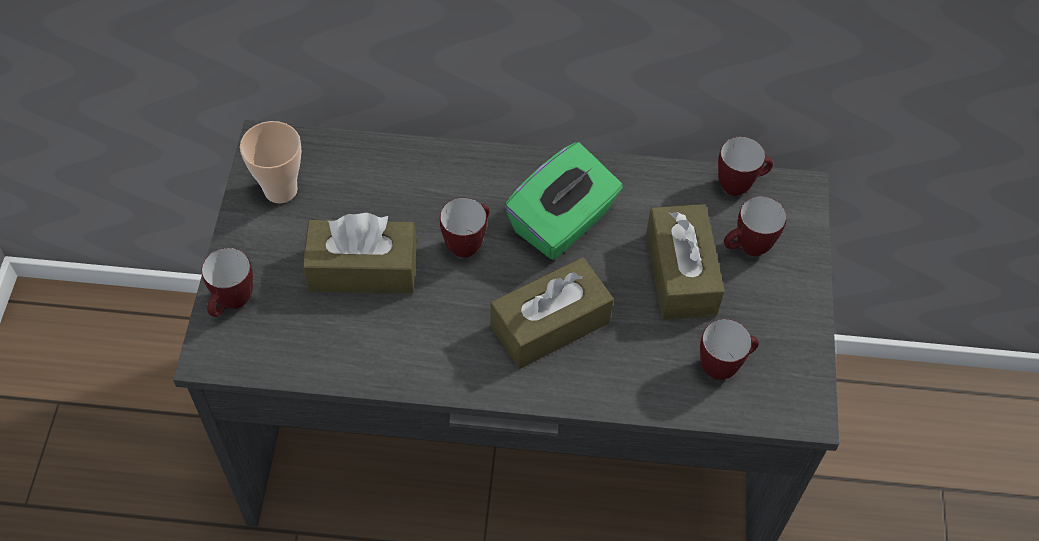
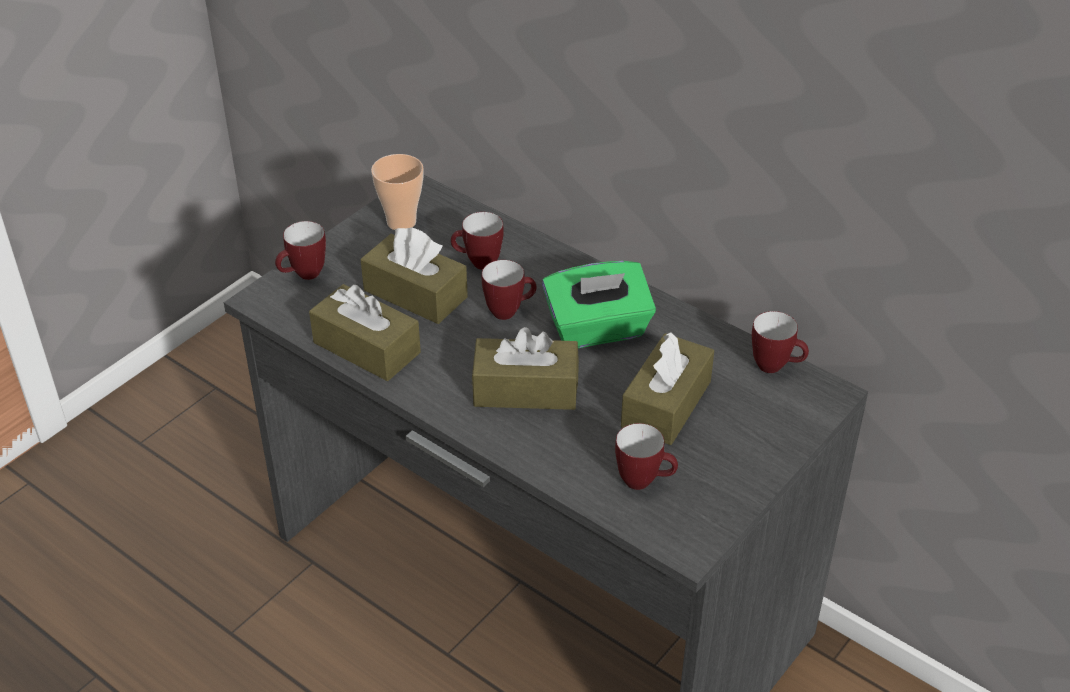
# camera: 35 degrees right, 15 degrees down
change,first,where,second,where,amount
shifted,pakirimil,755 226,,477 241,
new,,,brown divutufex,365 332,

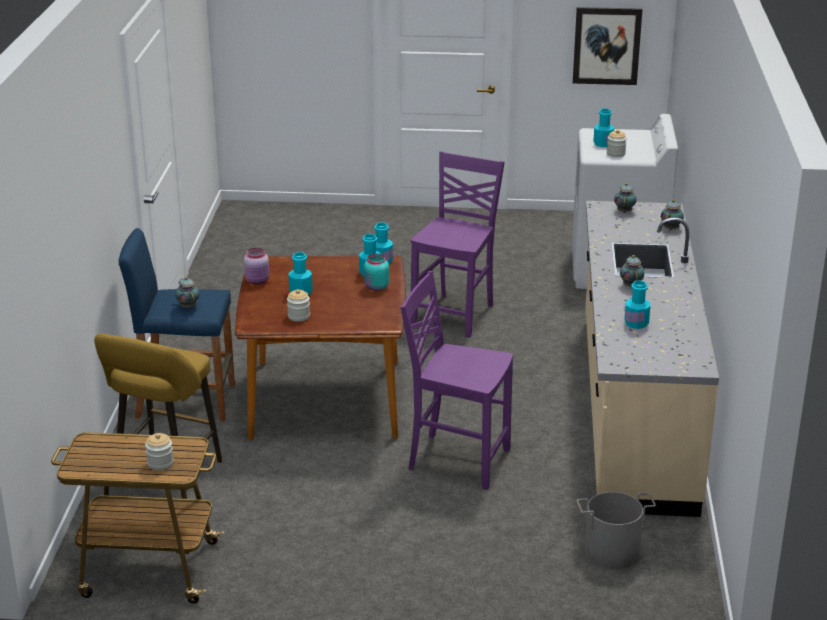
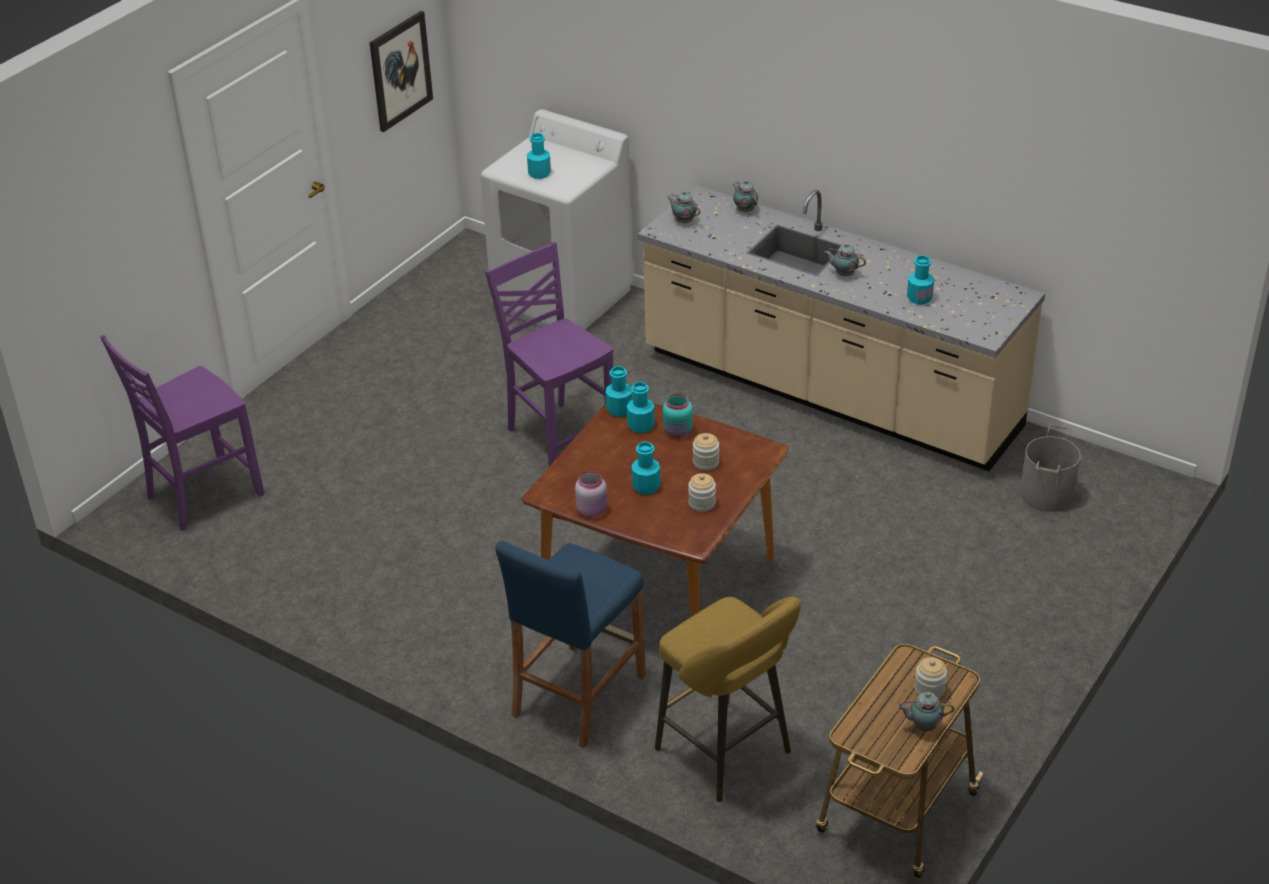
# camera: 60 degrees left, 10 degrees up
change,first,where,second,where,amount
shifted,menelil,617 143,,706 452,
shifted,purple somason,456 380,,182 433,
shifted,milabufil,187 293,,925 711,

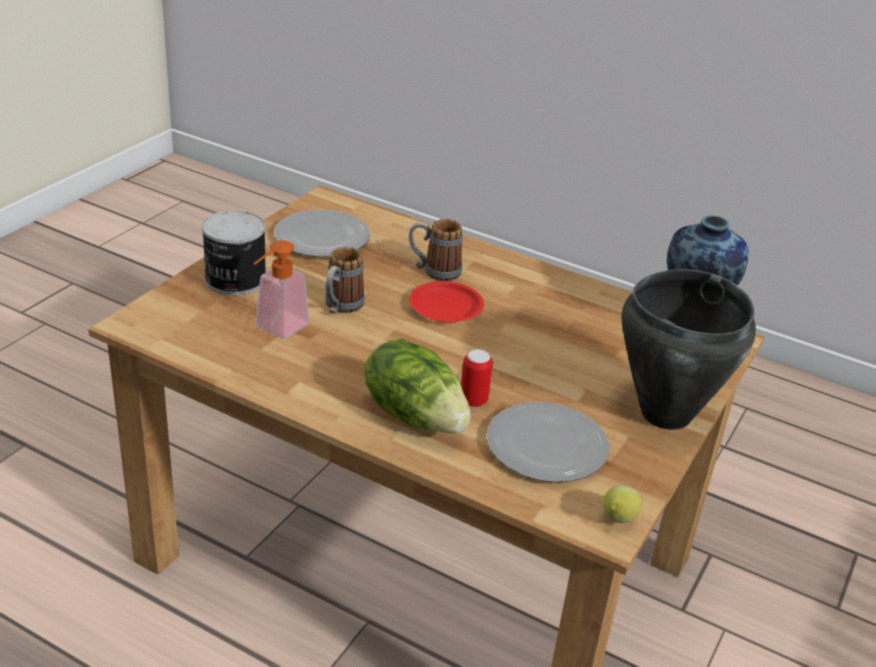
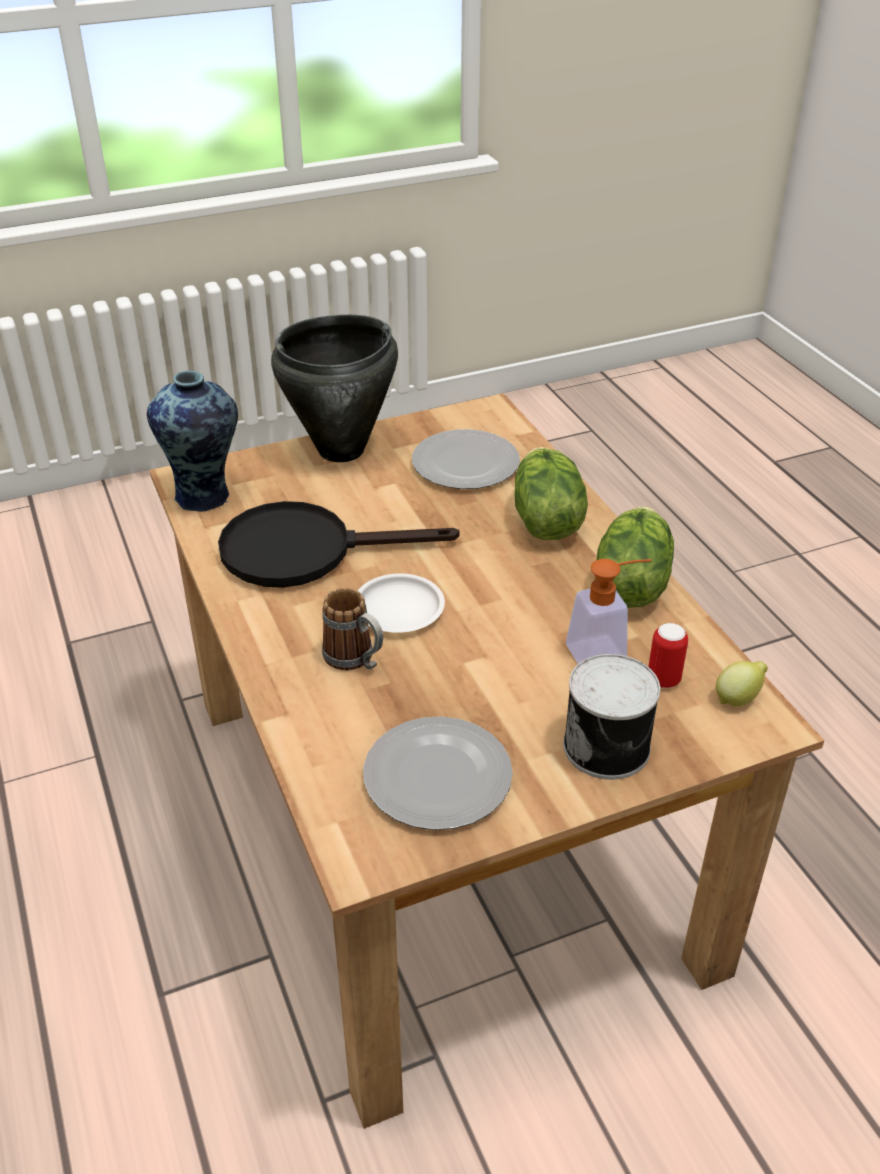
# camera: 140 degrees left, 5 degrees up
change,first,where,second,where,amount
gone,pakirimil,345 280,,,
repainted,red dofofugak,446 301,white dofofugak,401 603,
shifted,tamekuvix,477 378,,668 655,
shifted,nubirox,622 504,,742 683,
new,,,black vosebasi,339 544,
new,,,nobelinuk,634 557,

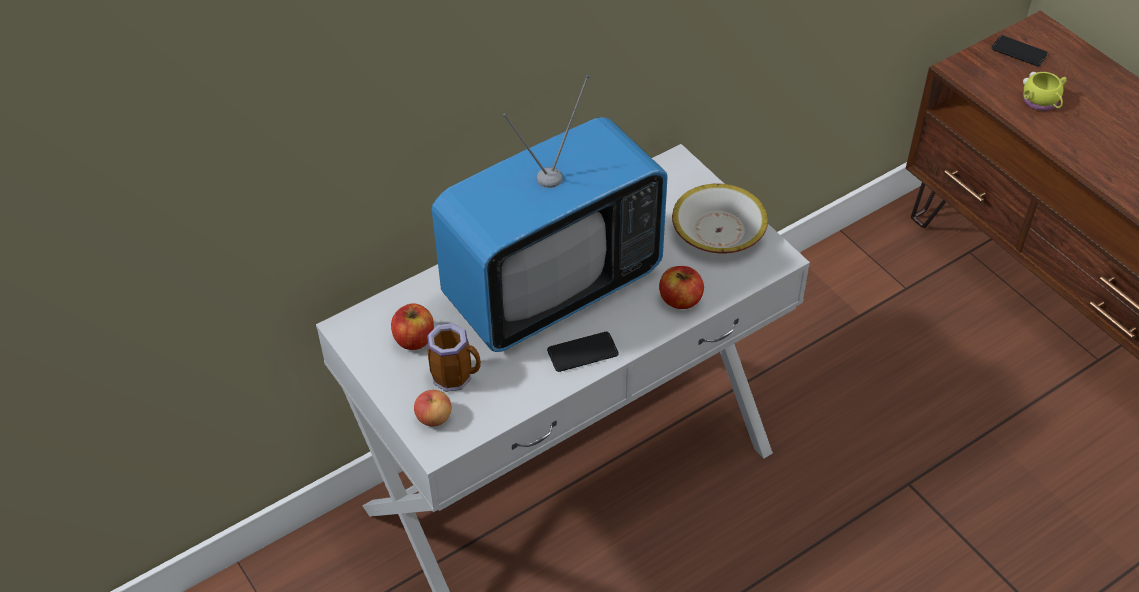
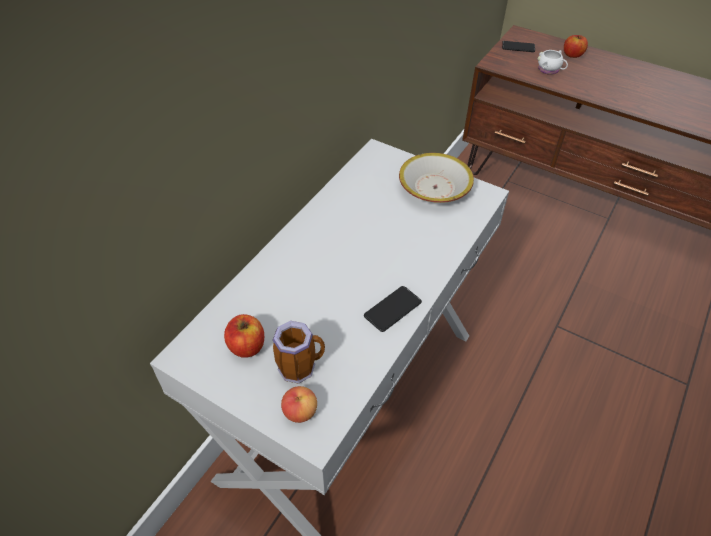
# camera: 25 degrees left, 0 degrees up
change,first,where,second,where,amount
repainted,yellow pakirimil,1044 91,white pakirimil,552 62,
gone,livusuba,550 213,,,
shifted,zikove,681 287,,576 46,

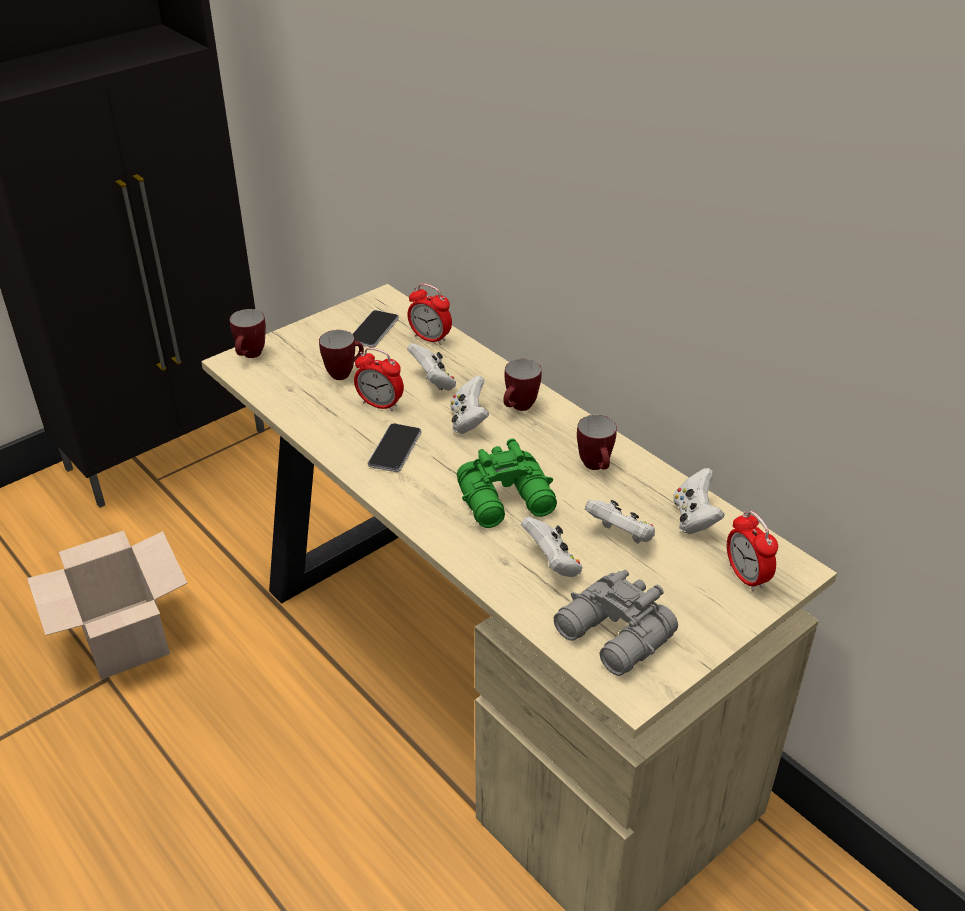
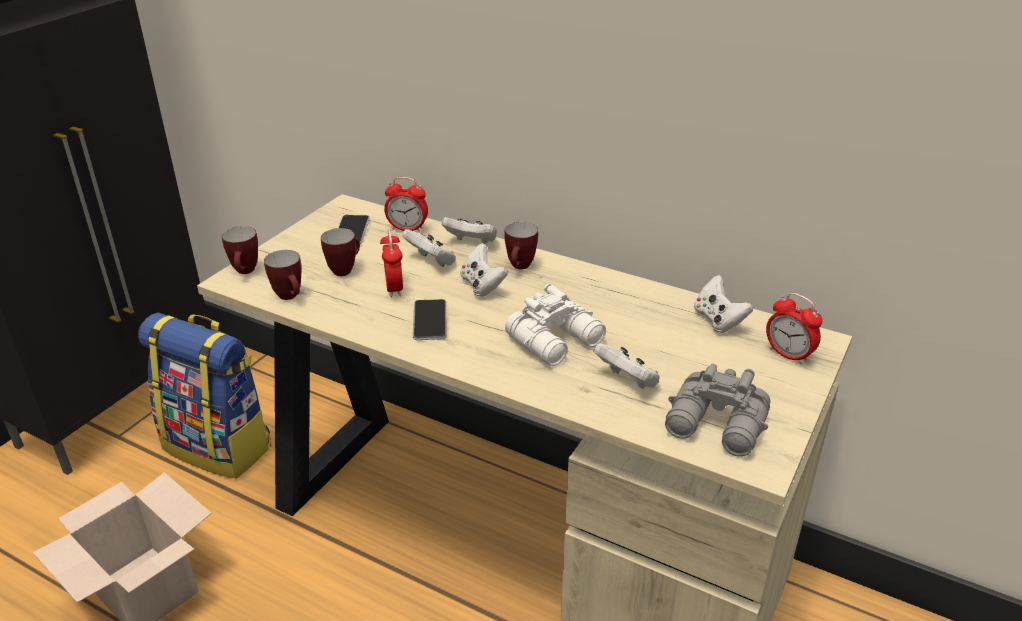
# camera: 20 degrees left, 5 degrees down
change,first,where,second,where,amount
rotated,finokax,379 379,,391 263,75 degrees clockwise
shifted,pakirimil,597 442,,283 275,
repainted,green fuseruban,507 483,white fuseruban,555 324,
shifted,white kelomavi,620 522,,469 230,
new,,,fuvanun,204 396,

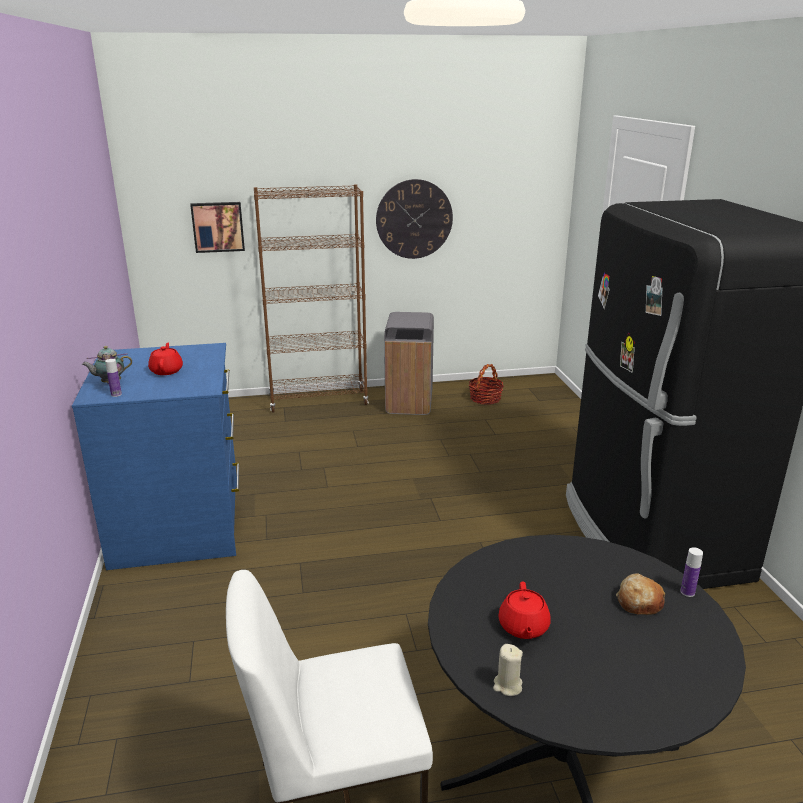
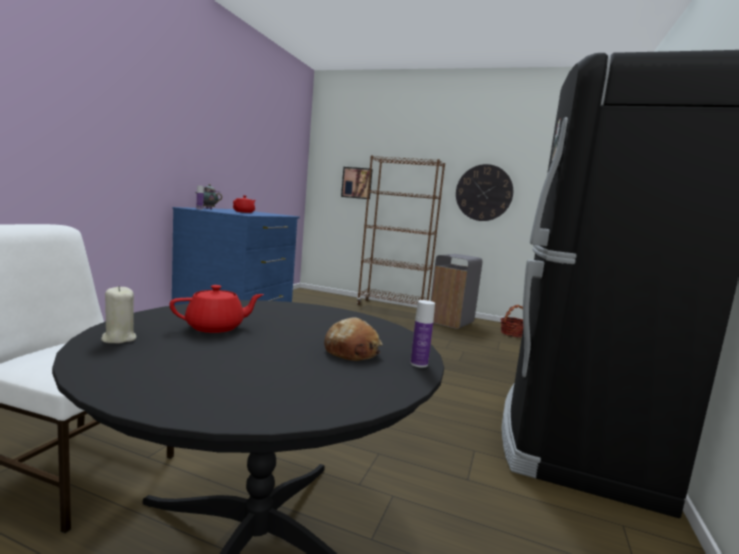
# camera: 30 degrees right, 15 degrees down
change,first,where,second,where,amount
rotated,red milabufil,524 610,,216 309,150 degrees counterclockwise

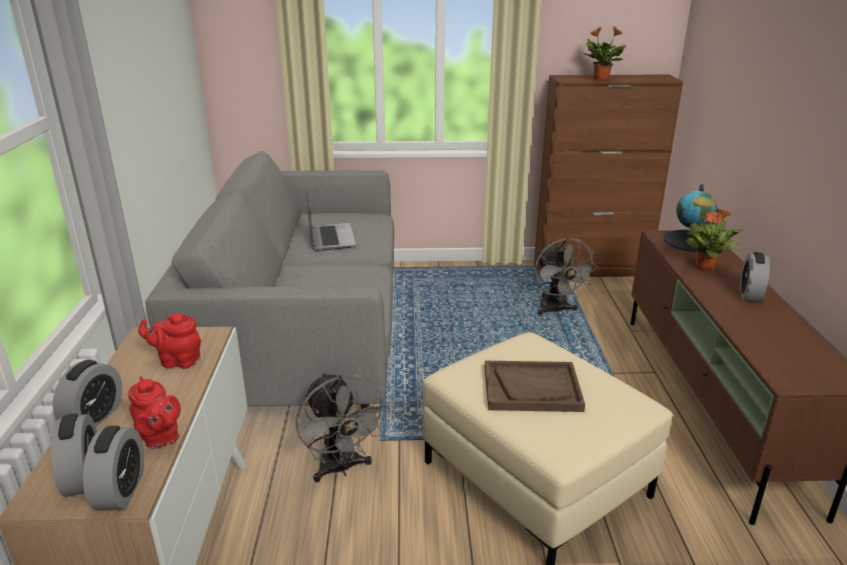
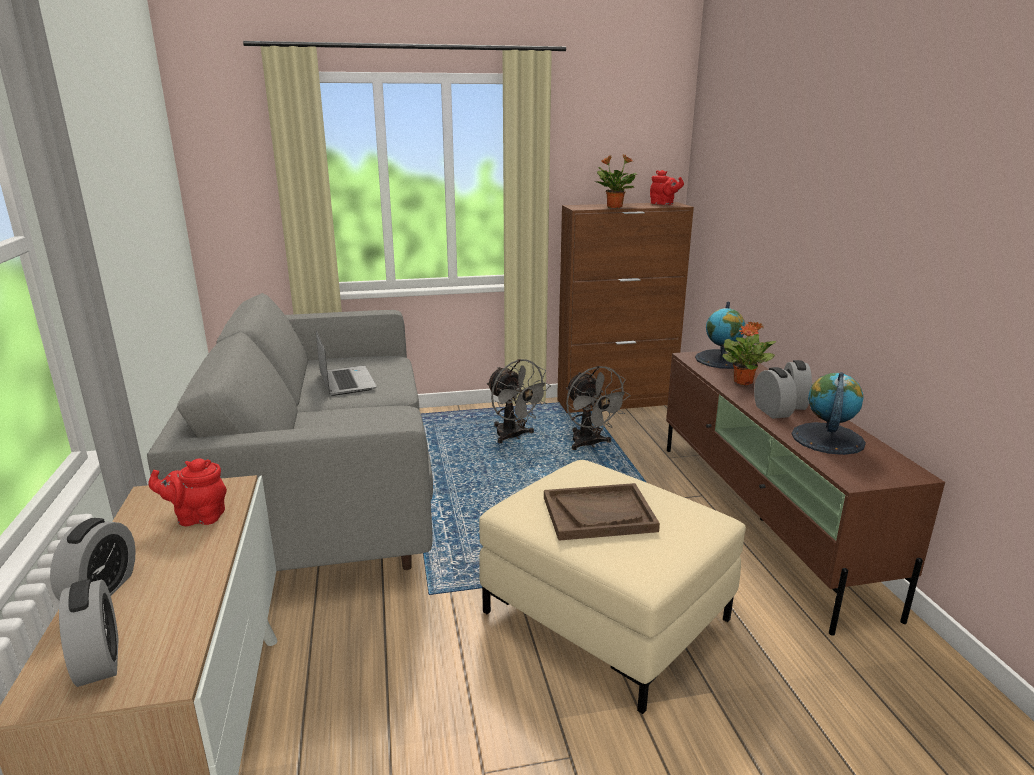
# camera: 10 degrees left, 5 degrees down
change,first,where,second,where,amount
shifted,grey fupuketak,343 427,,519 401,
shifted,red milabufil,154 412,,667 187,
shifted,finokax,113 468,,775 393,
new,,,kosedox,829 413,

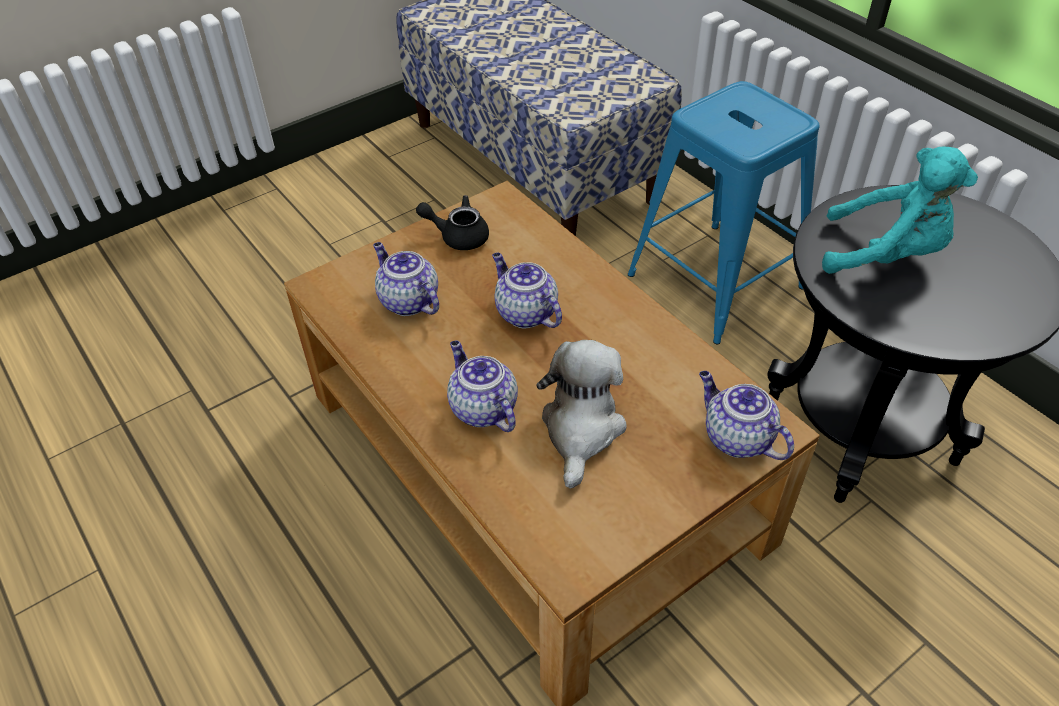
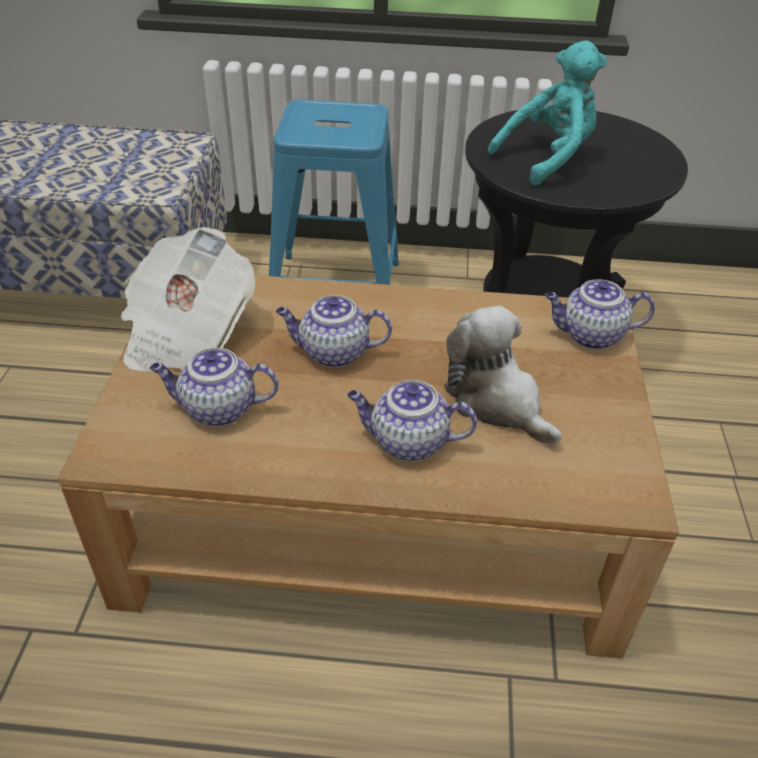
# camera: 50 degrees left, 5 degrees down
change,first,where,second,where,amount
swapped,black milabufil,452 222,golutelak,188 299,

